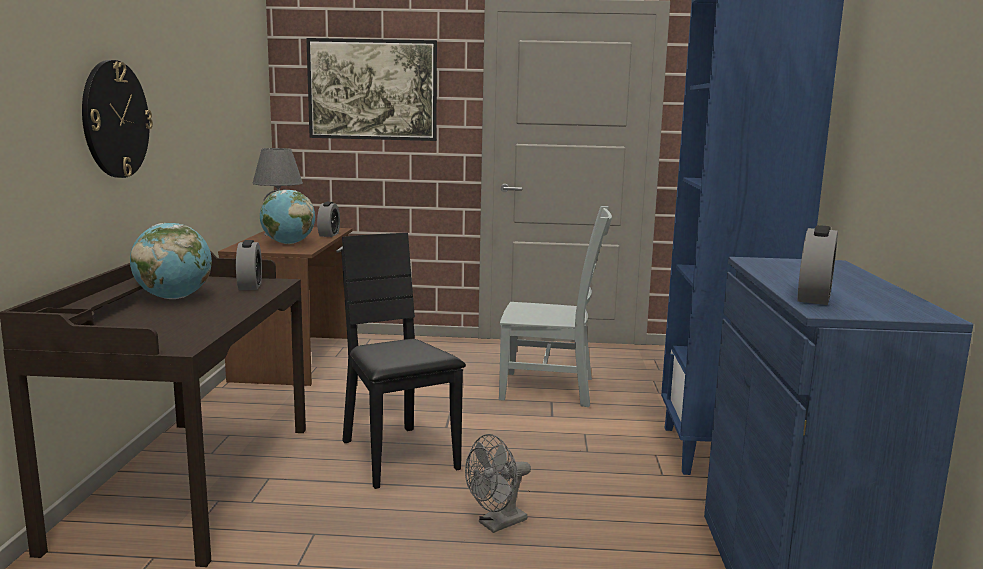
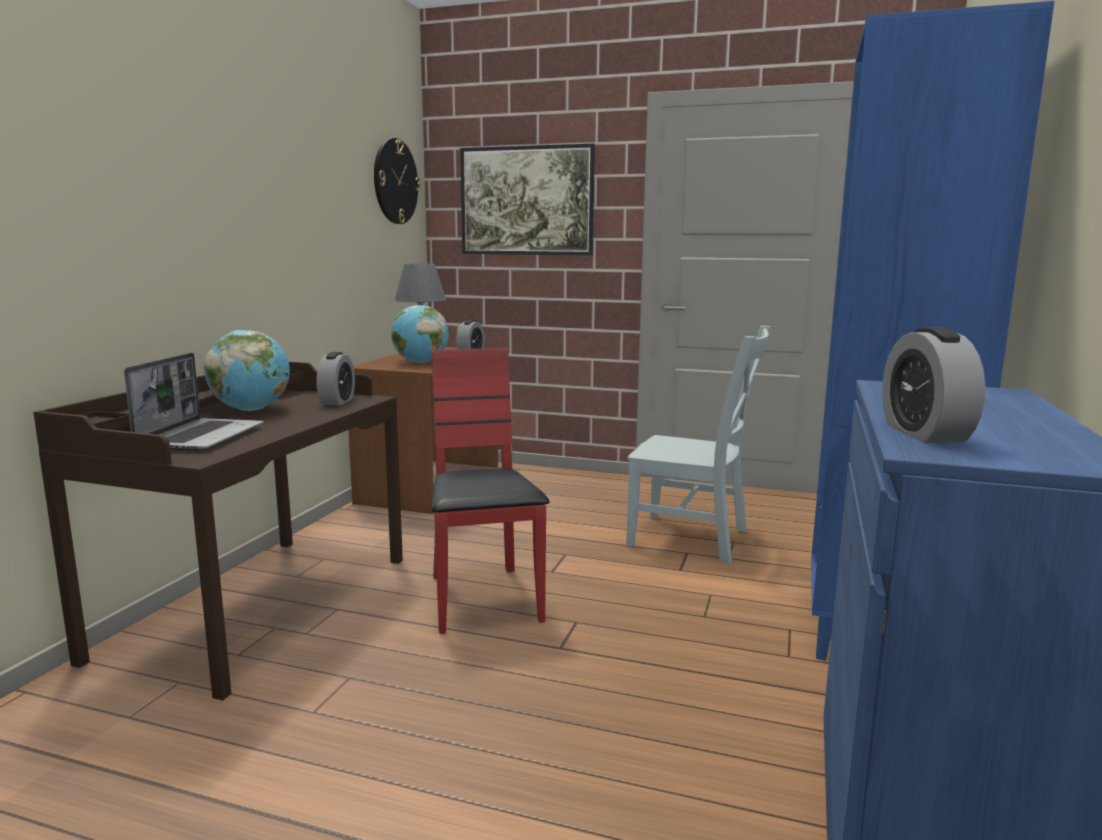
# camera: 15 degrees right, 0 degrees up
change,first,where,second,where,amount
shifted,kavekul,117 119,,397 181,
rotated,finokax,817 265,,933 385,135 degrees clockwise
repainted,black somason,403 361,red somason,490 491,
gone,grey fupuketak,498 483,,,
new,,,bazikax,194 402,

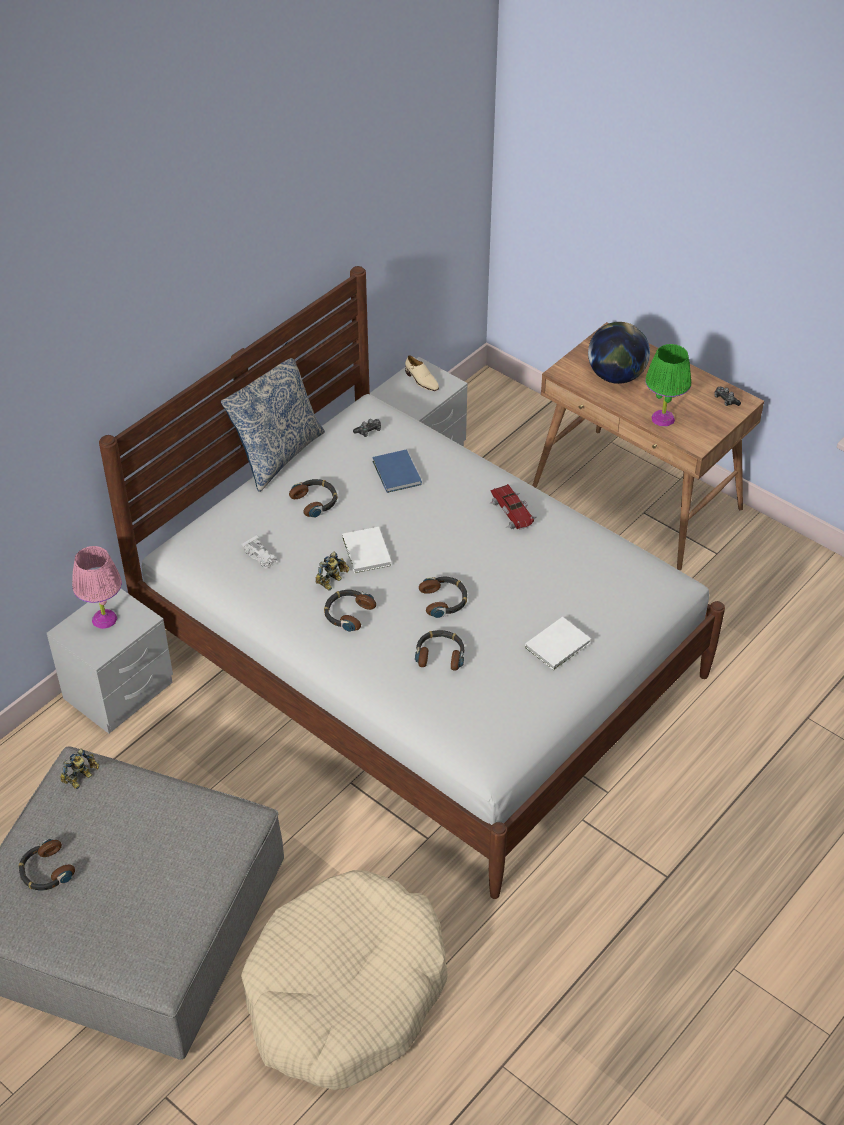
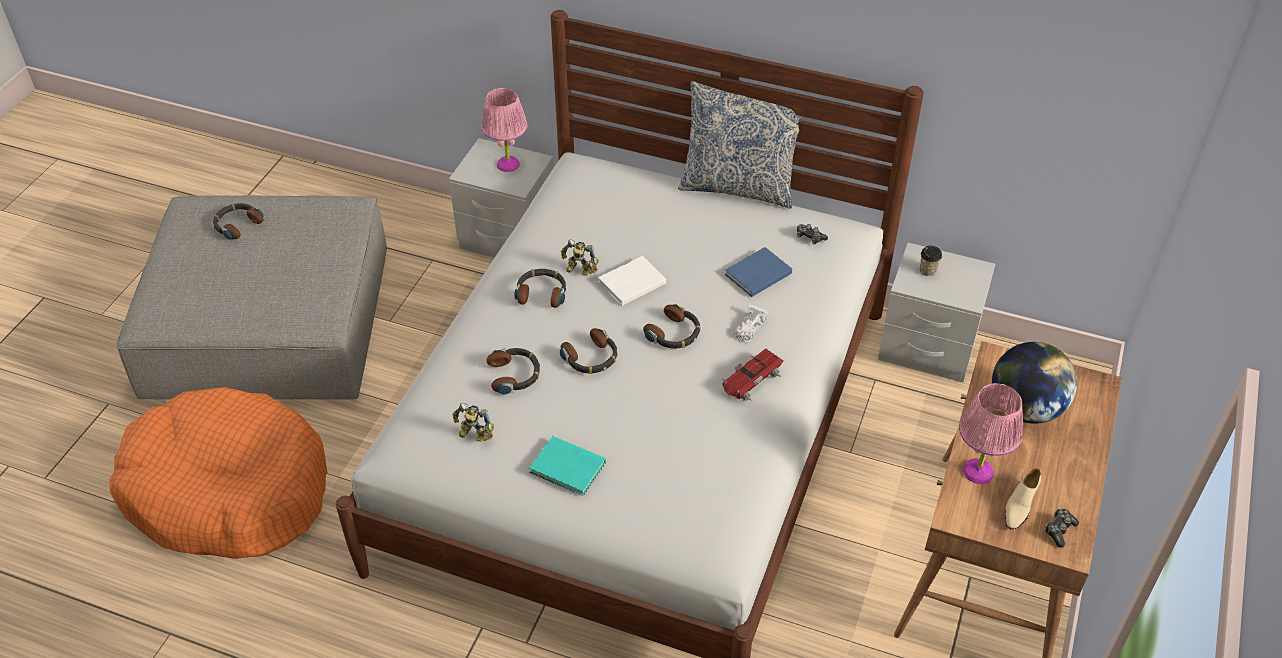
# camera: 70 degrees right, 0 degrees up
change,first,where,second,where,amount
repainted,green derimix,668 385,pink derimix,991 433,
shifted,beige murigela,422 373,,1023 499,
shifted,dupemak,313 498,,671 326,
shifted,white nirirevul,259 552,,751 322,
repainted,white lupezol,558 643,turquoise lupezol,567 466,
shifted,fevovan,79 768,,473 422,
repainted,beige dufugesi,344 980,orange dufugesi,218 473,
new,,,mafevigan,931 261,

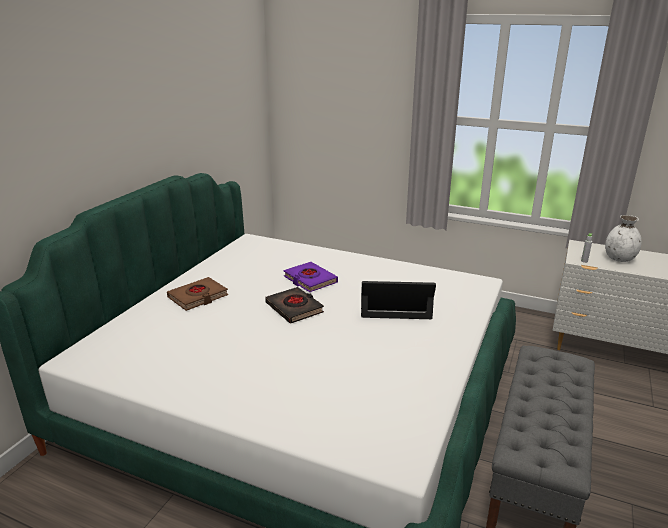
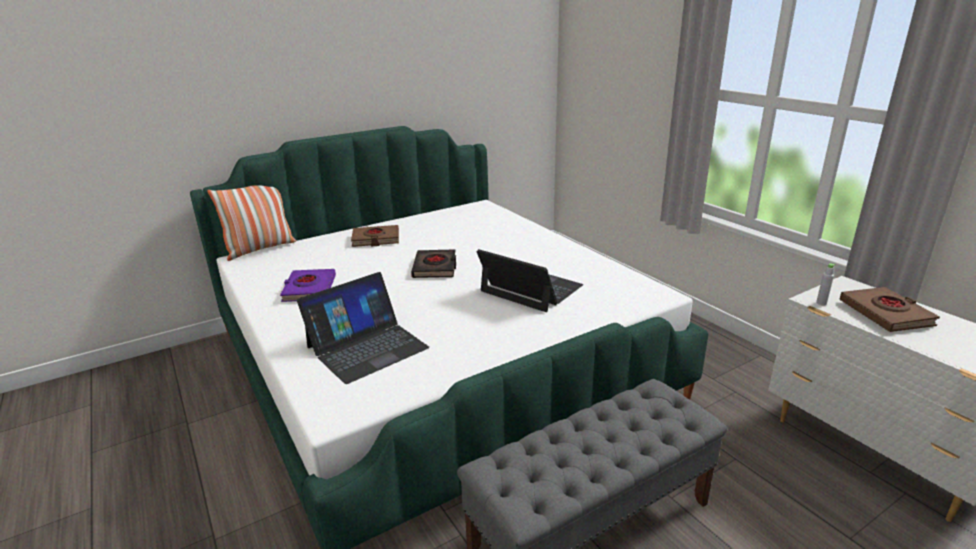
# camera: 35 degrees right, 0 degrees up
change,first,where,second,where,amount
swapped,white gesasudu,623 238,brown lupezol,889 309,
shifted,purple lupezol,311 277,,308 285,
new,,,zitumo,251 223,
new,,,bazikax,363 328,

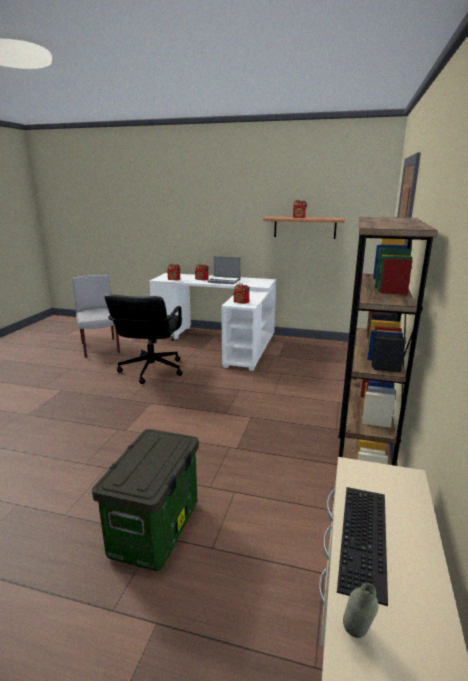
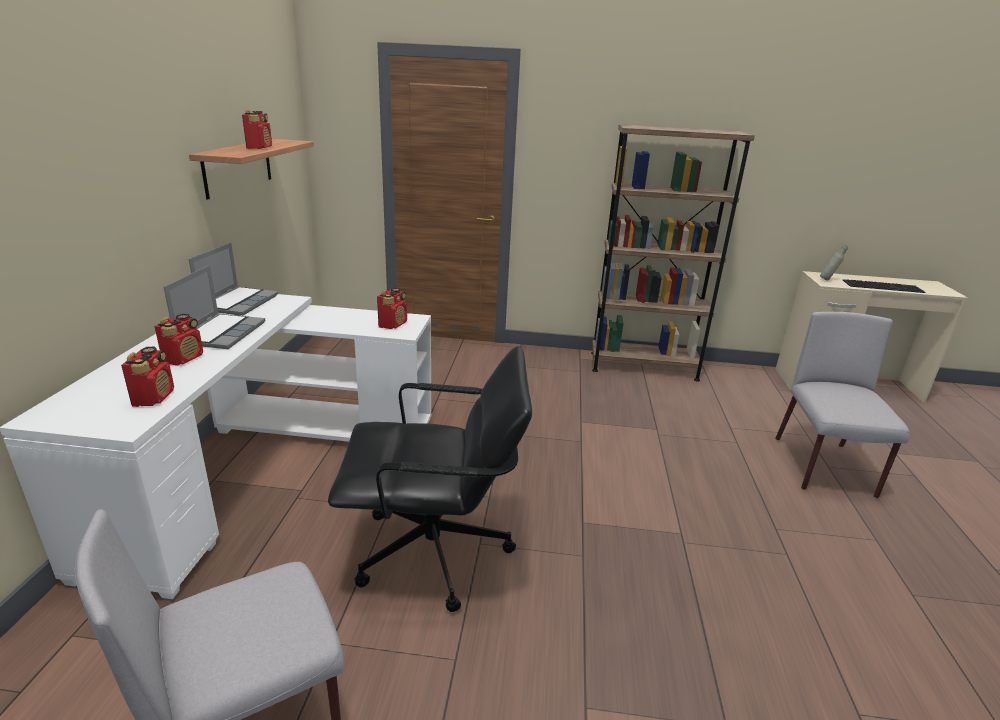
# camera: 100 degrees left, 5 degrees up
change,first,where,second,where,amount
swapped,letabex,145 500,grey somason,842 405,
shifted,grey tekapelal,360 610,,834 263,
new,,,bazikax,233 279,

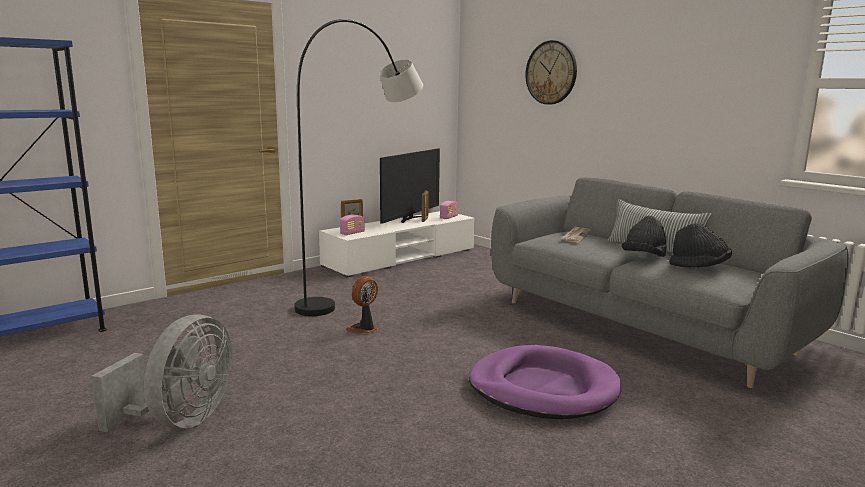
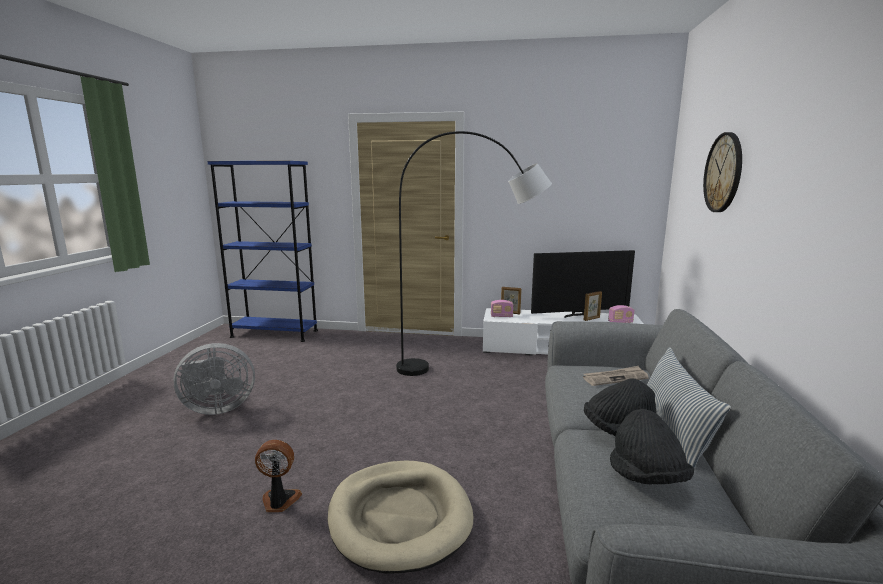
# camera: 50 degrees right, 0 degrees up
change,first,where,second,where,amount
shifted,fupuketak,362 304,,278 476,
repainted,purple dufugesi,545 382,beige dufugesi,400 517,

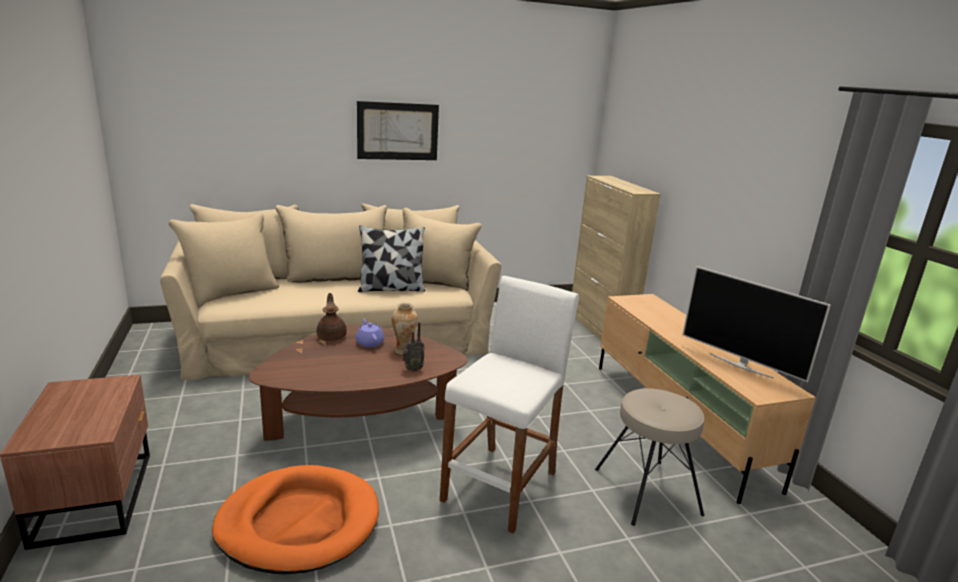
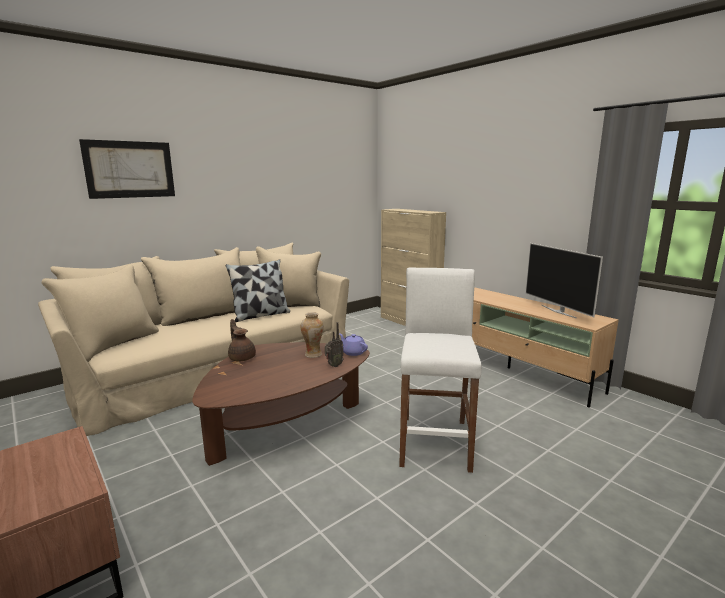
# camera: 20 degrees left, 5 degrees down
change,first,where,second,where,amount
shifted,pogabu,398 130,,127 169,
rotated,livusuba,756 324,,564 280,45 degrees clockwise
shifted,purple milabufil,370 332,,353 345,
gone,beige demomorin,649 457,,,
gone,orange dufugesi,295 519,,,

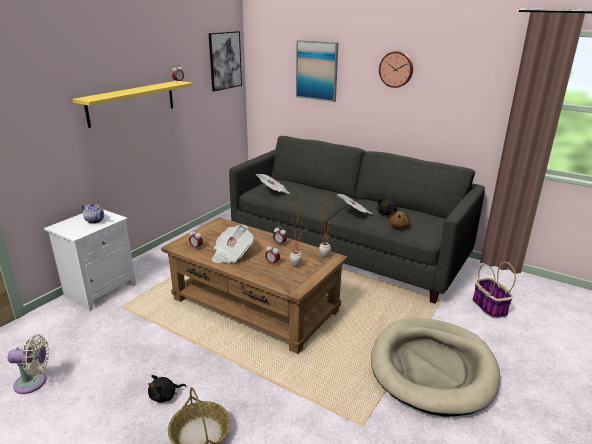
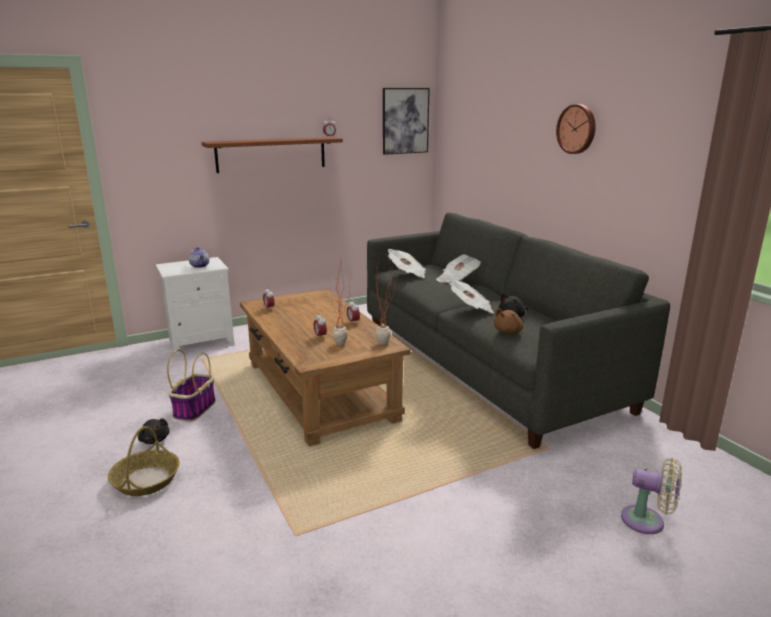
# camera: 30 degrees right, 5 degrees down
change,first,where,second,where,amount
gone,pogabu,317 71,,,
repainted,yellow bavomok,133 104,brown bavomok,272 155,
shifted,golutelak,232 244,,458 268,
shifted,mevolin,494 290,,191 386,
gone,beige dufugesi,435 367,,,
shifted,beige fupuketak,28 364,,651 496,
rotated,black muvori,167 388,,153 431,135 degrees counterclockwise

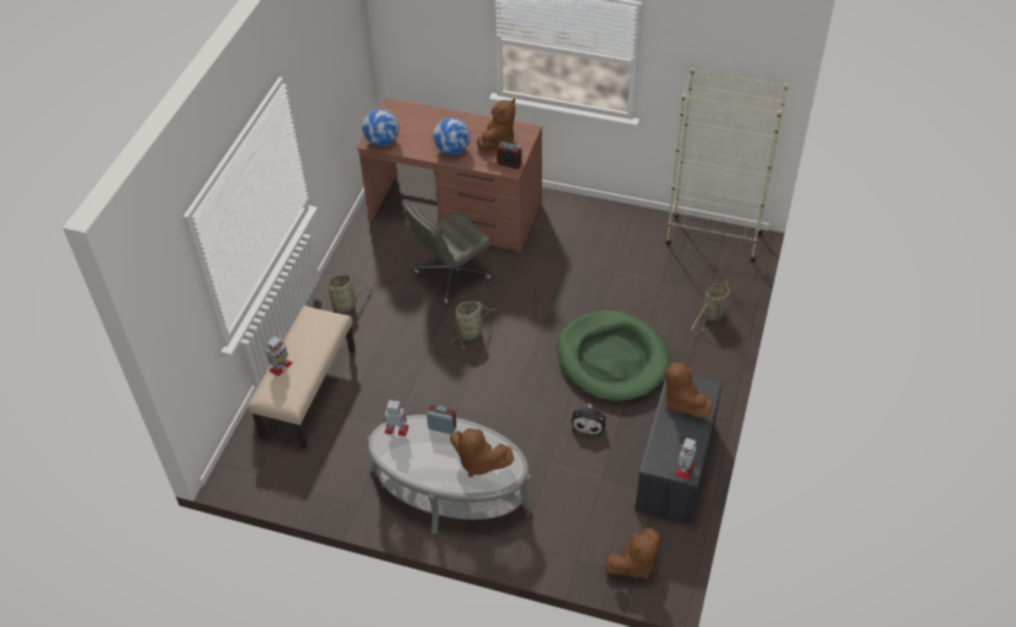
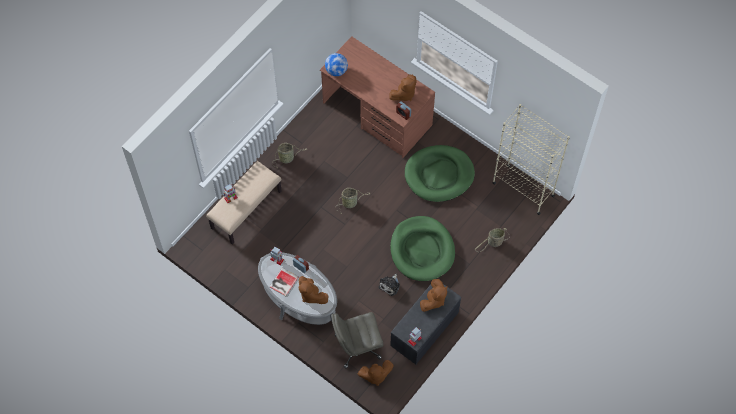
# camera: 20 degrees right, 15 degrees up
change,first,where,second,where,amount
gone,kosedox,451 136,,,
shifted,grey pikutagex,448 254,,357 340,
rotated,brown muvori,688 388,,433 295,150 degrees counterclockwise
new,,,green dufugesi,440 173,
new,,,lupezol,284 282,

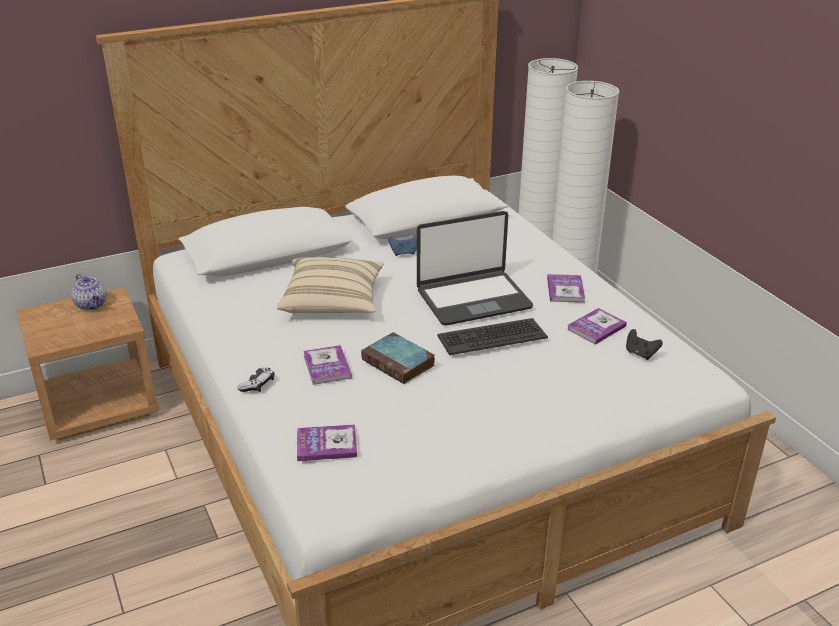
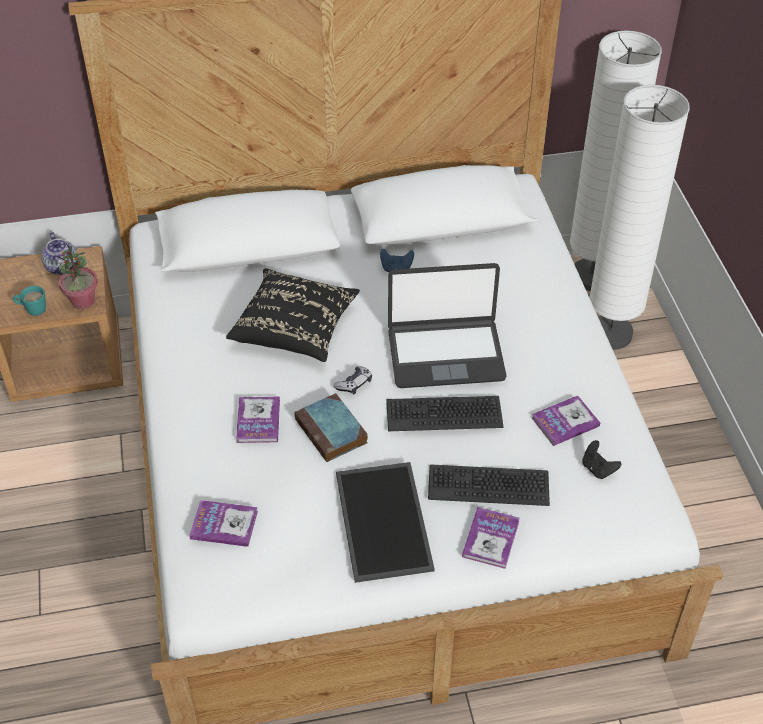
# camera: 15 degrees right, 15 degrees up
change,first,where,second,where,amount
repainted,beige zitumo,330 285,black zitumo,293 315,
shifted,lupezol,566 288,,491 538,
shifted,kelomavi,255 380,,353 380,
new,,,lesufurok,77 275,
new,,,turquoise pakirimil,29 301,
new,,,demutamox,385 522,
new,,,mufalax,489 485,

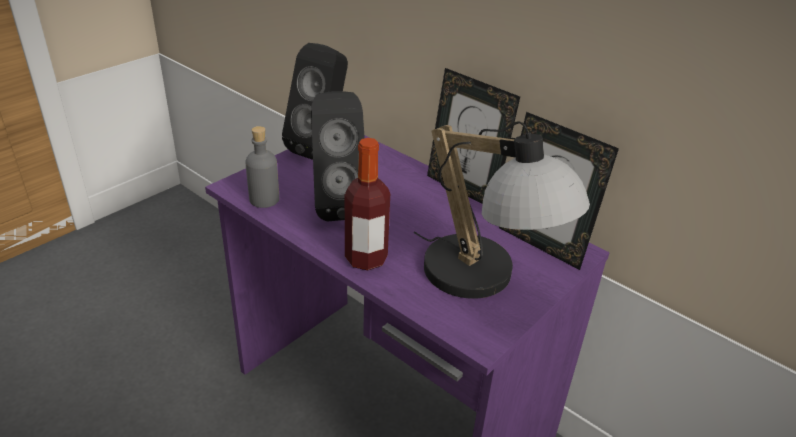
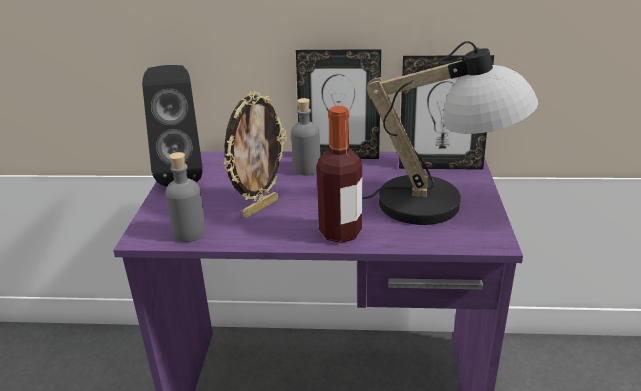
# camera: 35 degrees left, 5 degrees down
change,first,where,second,where,amount
swapped,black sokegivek,338 156,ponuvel,255 154,
new,,,grey tekapelal,305 137,

